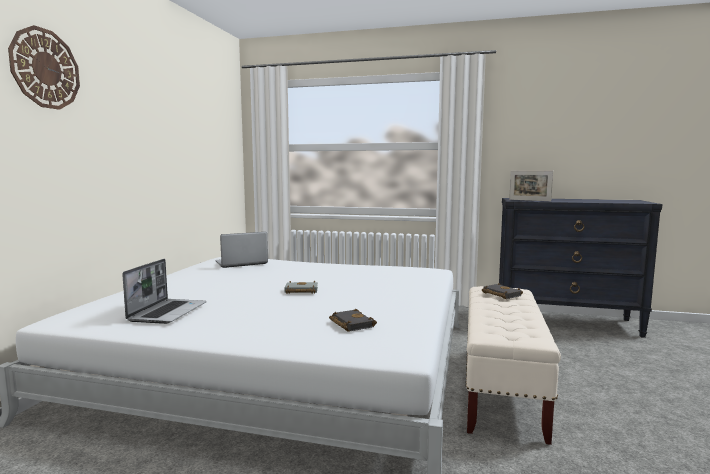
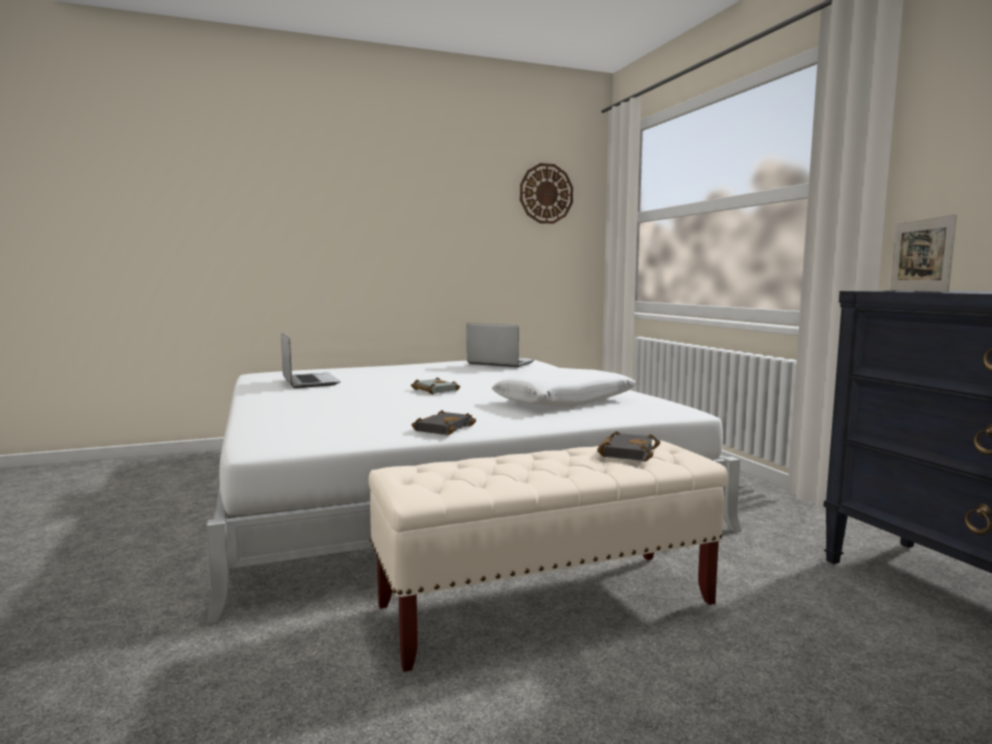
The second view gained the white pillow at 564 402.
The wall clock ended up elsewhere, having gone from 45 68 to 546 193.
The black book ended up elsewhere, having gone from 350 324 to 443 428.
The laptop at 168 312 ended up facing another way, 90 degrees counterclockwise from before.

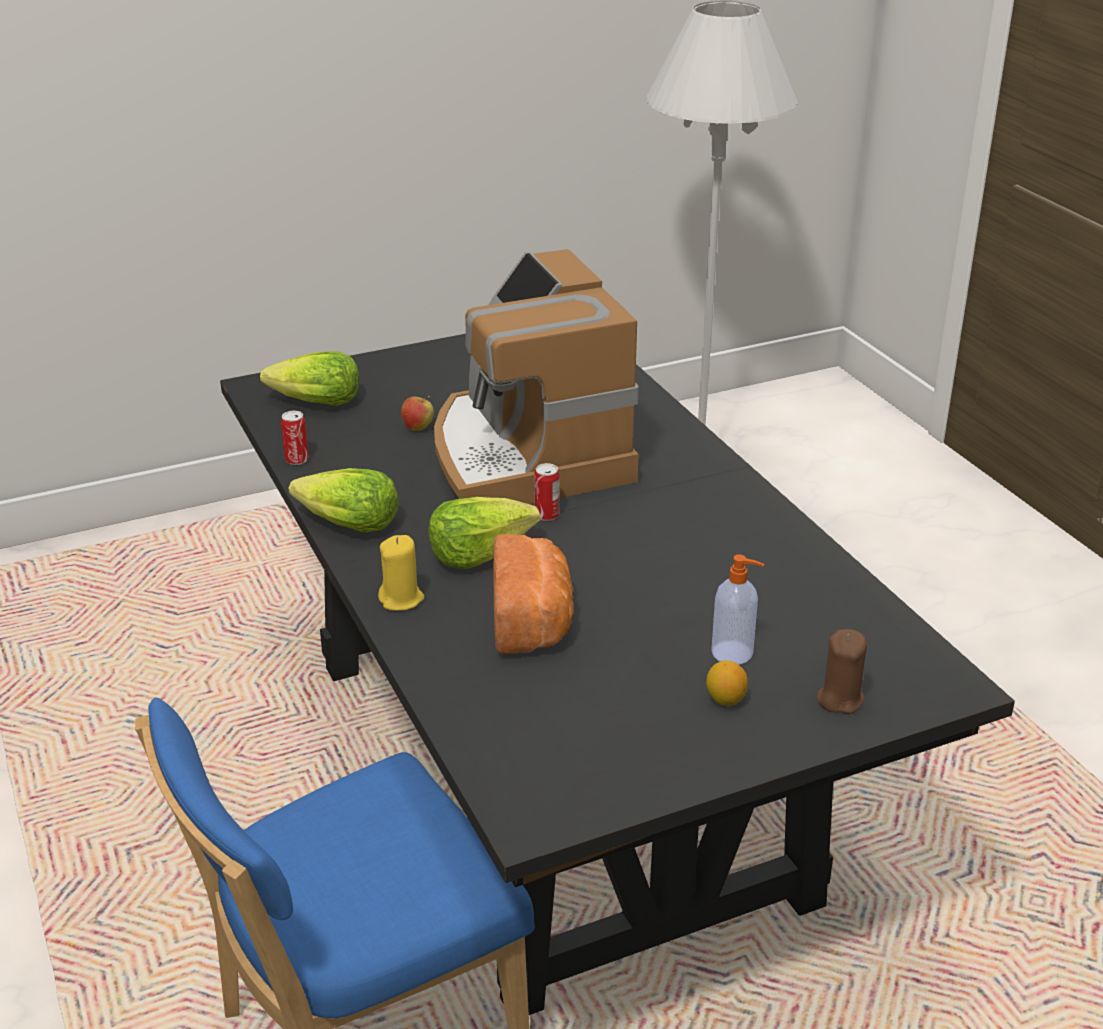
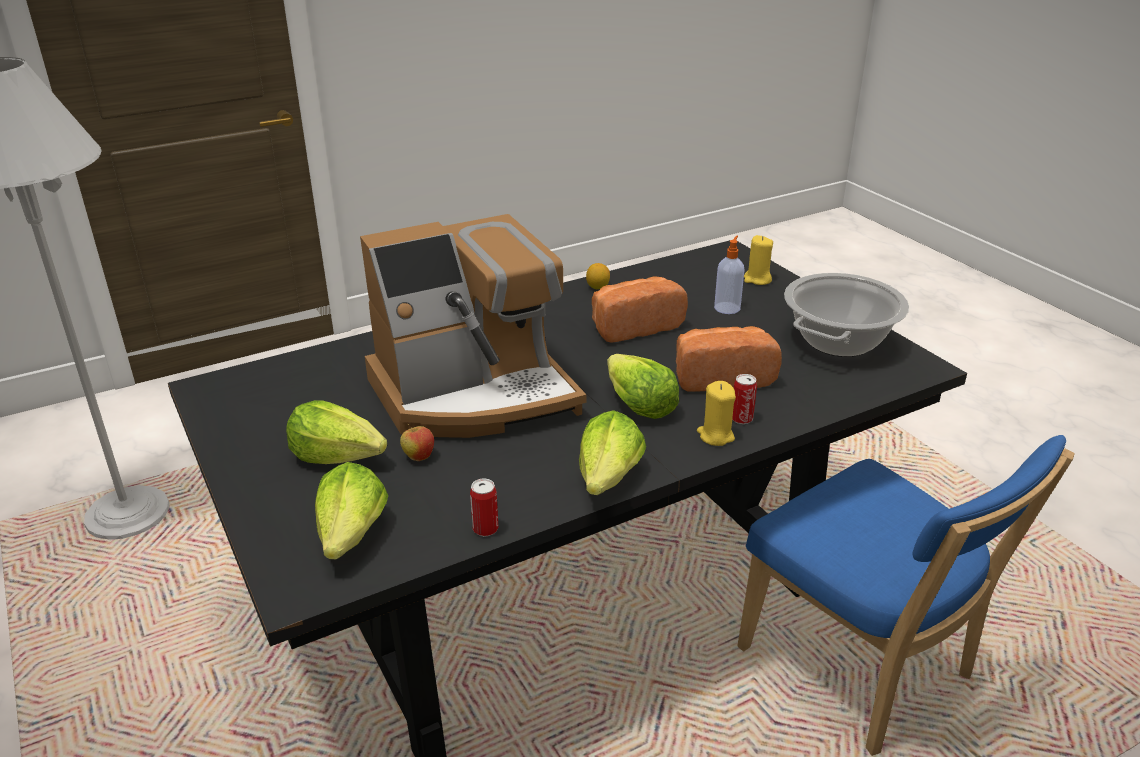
The second view gained the lettuce at 338 456.
The second view gained the bread at 634 326.
The second view gained the cooking pot at 838 340.
The can ended up elsewhere, having gone from 546 515 to 741 418.
The lemon ended up elsewhere, having gone from 725 700 to 597 287.
What was the brown candle at 839 699 turned into the yellow candle at 757 279.

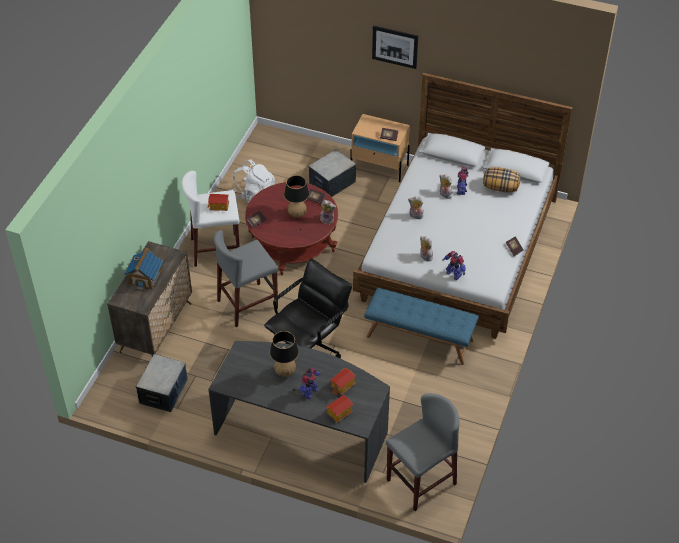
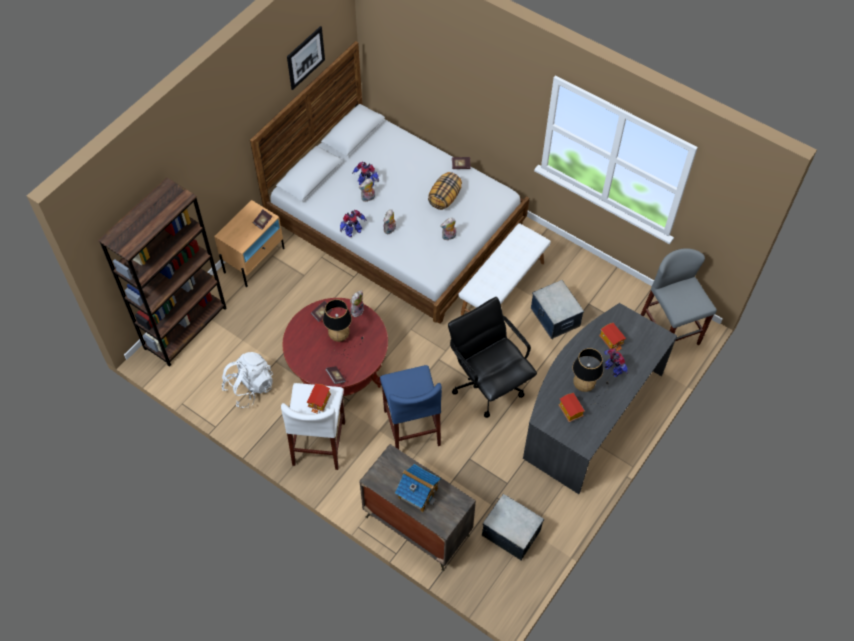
The second view gained the brown bookcase at 185 328.
The storage box ended up elsewhere, having gone from 332 183 to 554 317.
The toy house ended up elsewhere, having gone from 339 413 to 570 411.
The picture ended up elsewhere, having gone from 395 46 to 305 57.
The toy robot ended up elsewhere, having gone from 453 274 to 353 231.
The pillow ended up elsewhere, having gone from 500 188 to 444 198.
What was the grey stool at 247 304 turned into the blue stool at 411 427.
What was the blue bench at 420 338 turned into the white bench at 502 287.

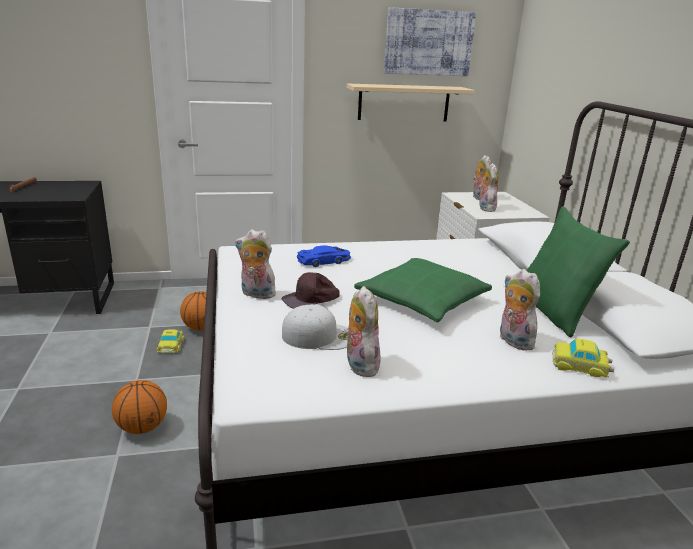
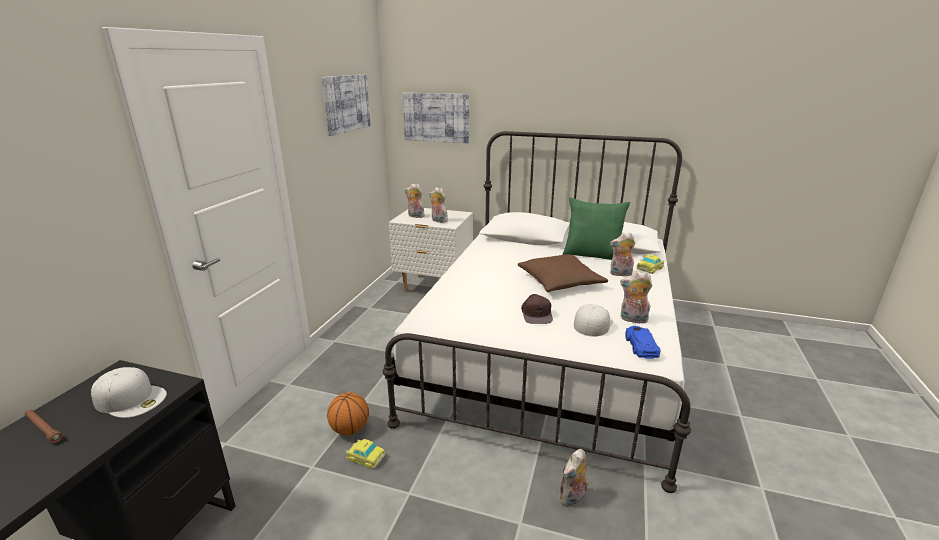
The second view lost the basketball at 142 427.
The second view lost the beige shelf at 404 103.
The second view gained the white cap at 131 398.
The second view gained the picture at 436 117.
The plush toy ended up elsewhere, having gone from 256 294 to 573 499.
The blue toy car ended up elsewhere, having gone from 324 261 to 641 345.
What was the green pillow at 421 300 turned into the brown pillow at 560 281.

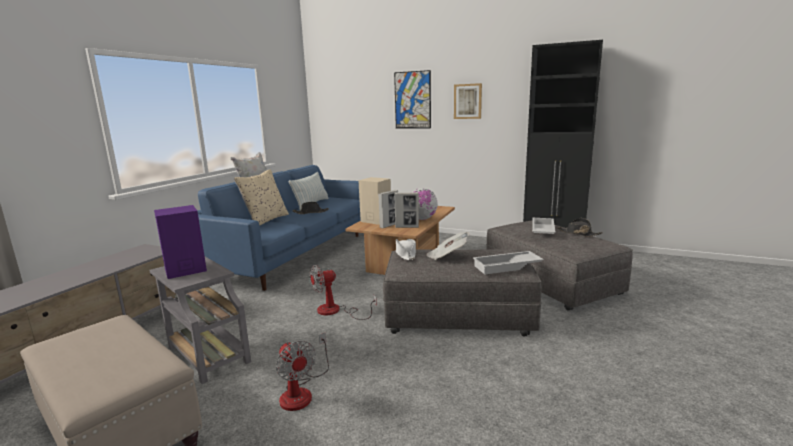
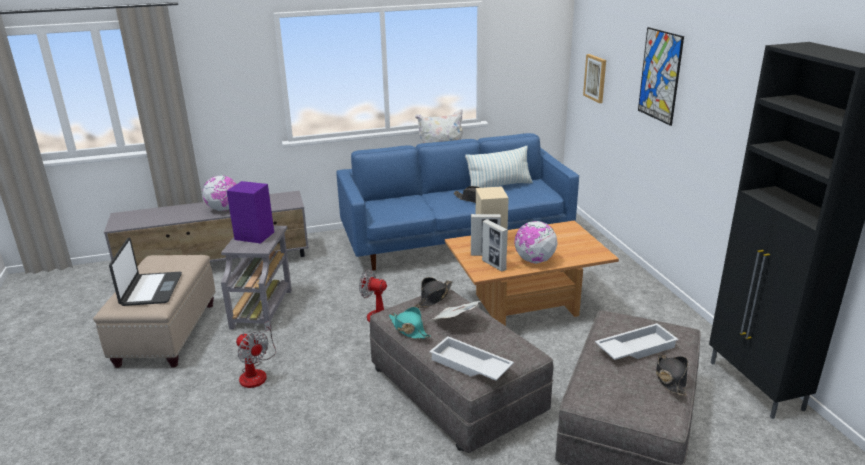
The second view lost the beige pillow at 265 220.
The second view gained the laptop at 150 290.
The second view gained the globe at 224 209.
The second view gained the turquoise hat at 409 329.
The picture ended up elsewhere, having gone from 467 101 to 595 78.
What was the white hat at 405 254 turned into the black hat at 433 297.
The fan at 301 392 ended up facing another way, 60 degrees counterclockwise from before.

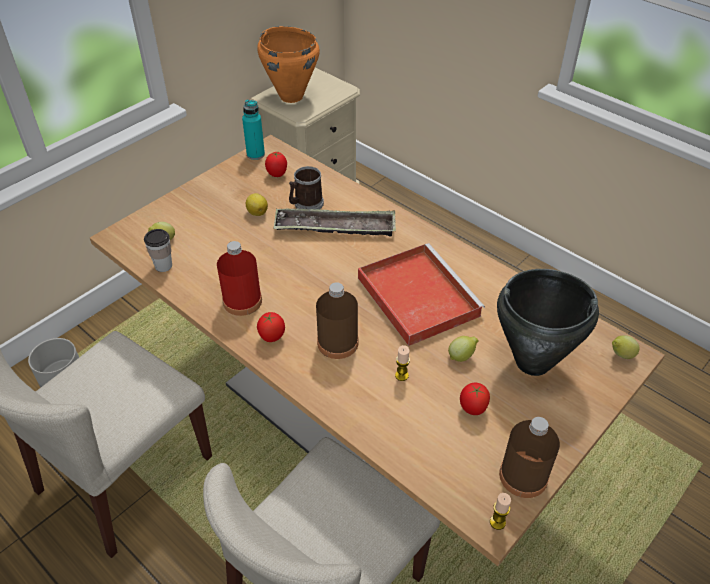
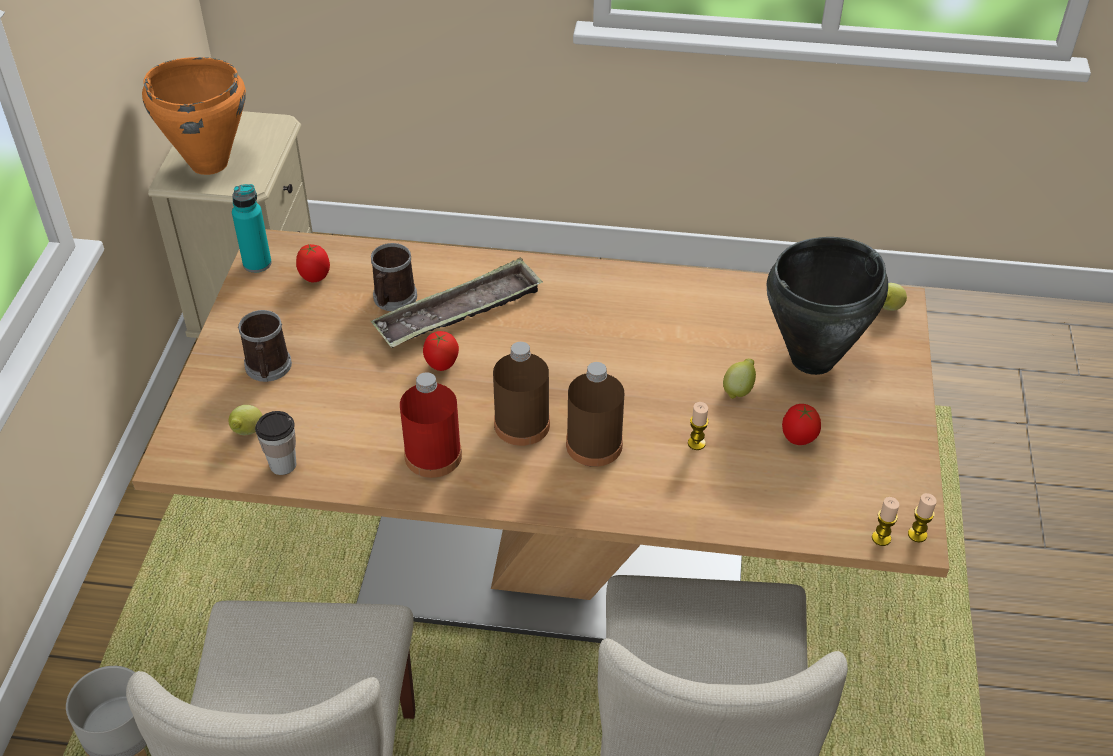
The second view lost the lemon at 257 212.
The second view lost the red tray at 416 295.
The second view gained the mug at 268 369.
The second view gained the candle at 881 538.
The tomato ended up elsewhere, having gone from 272 337 to 441 365.
The brown bottle ended up elsewhere, having gone from 523 476 to 522 424.

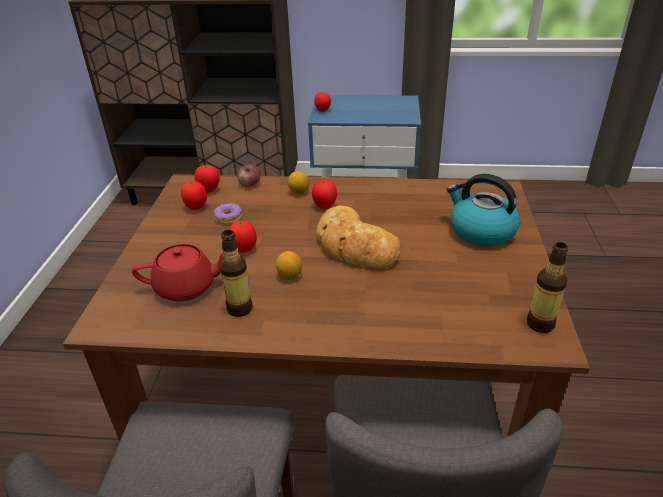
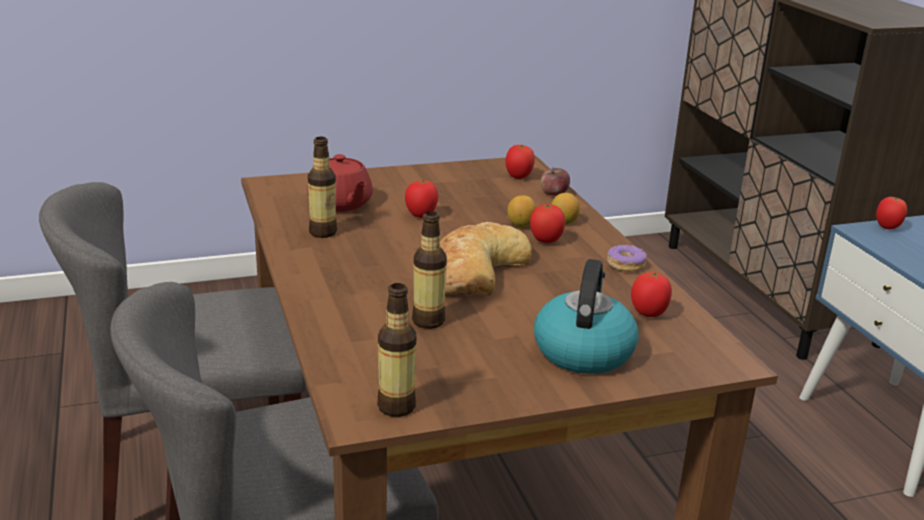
The second view gained the bottle at 428 321.
The tomato ended up elsewhere, having gone from 196 207 to 649 314.
The donut ended up elsewhere, having gone from 228 218 to 625 265.
The lemon ended up elsewhere, having gone from 289 276 to 520 224.

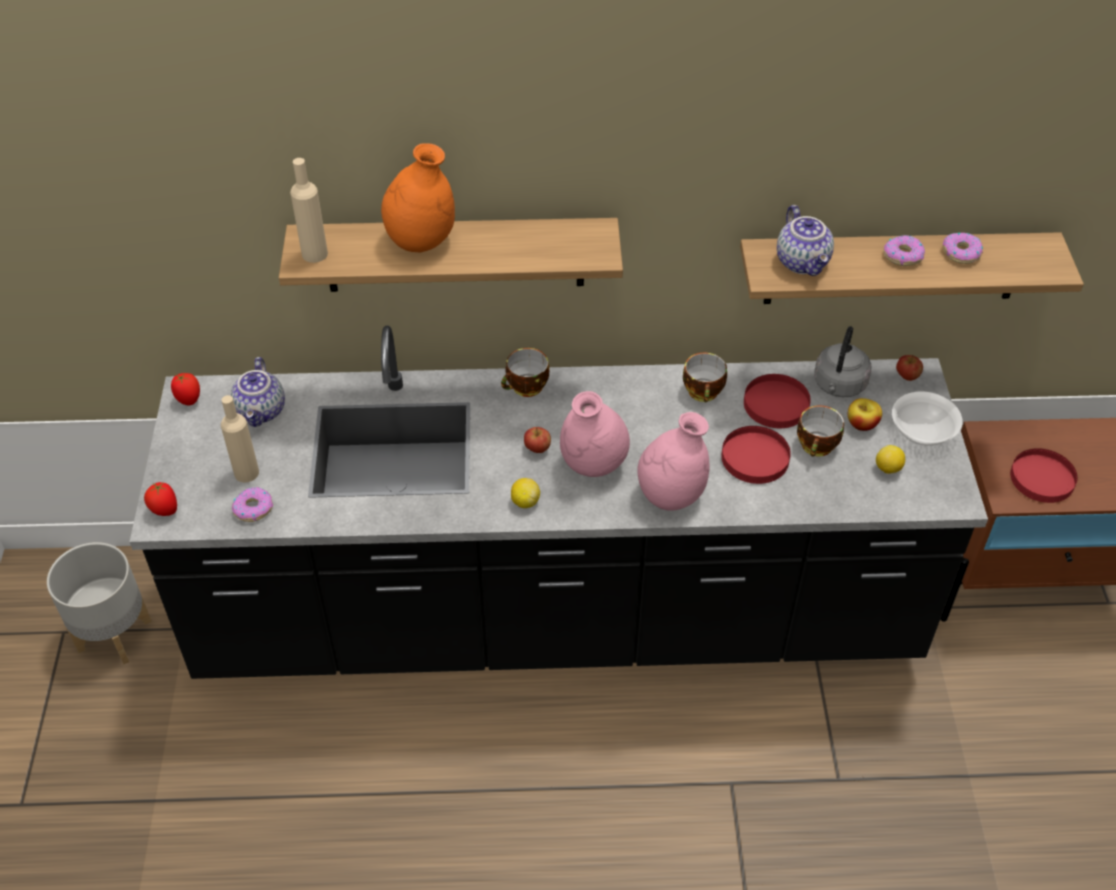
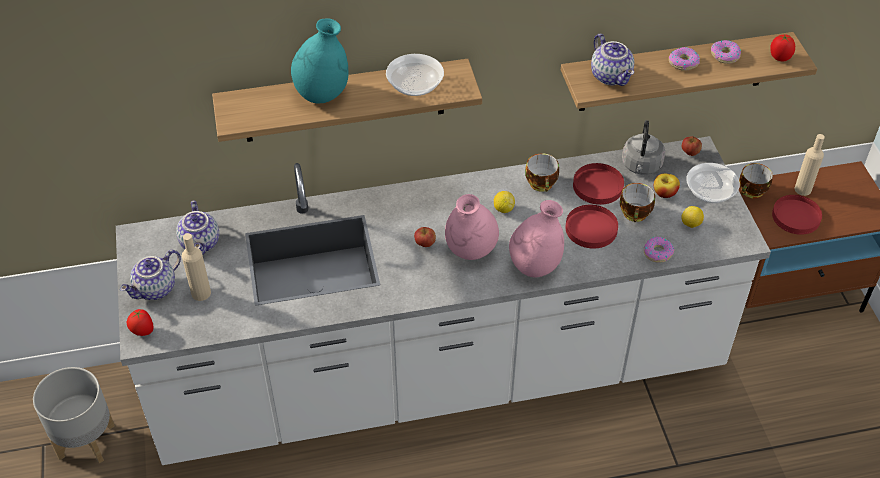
The second view gained the teapot at 156 289.
The second view gained the bowl at 415 86.
The tomato ended up elsewhere, having gone from 189 399 to 779 57.
The donut ended up elsewhere, having gone from 253 508 to 657 253.
The beige bottle ended up elsewhere, having gone from 314 254 to 802 189.
The cup ended up elsewhere, having gone from 526 388 to 752 192.
The lemon ended up elsewhere, having gone from 525 502 to 503 209.
What was the black counter at 558 616 turned into the white counter at 440 374.
What was the orange vase at 421 242 turned into the turquoise vase at 322 94.

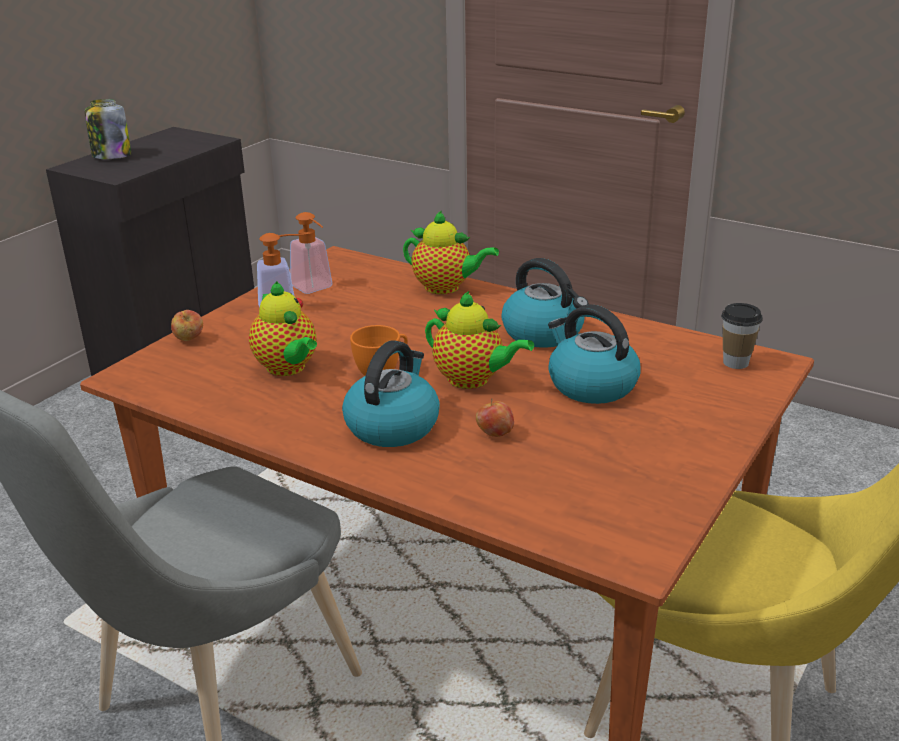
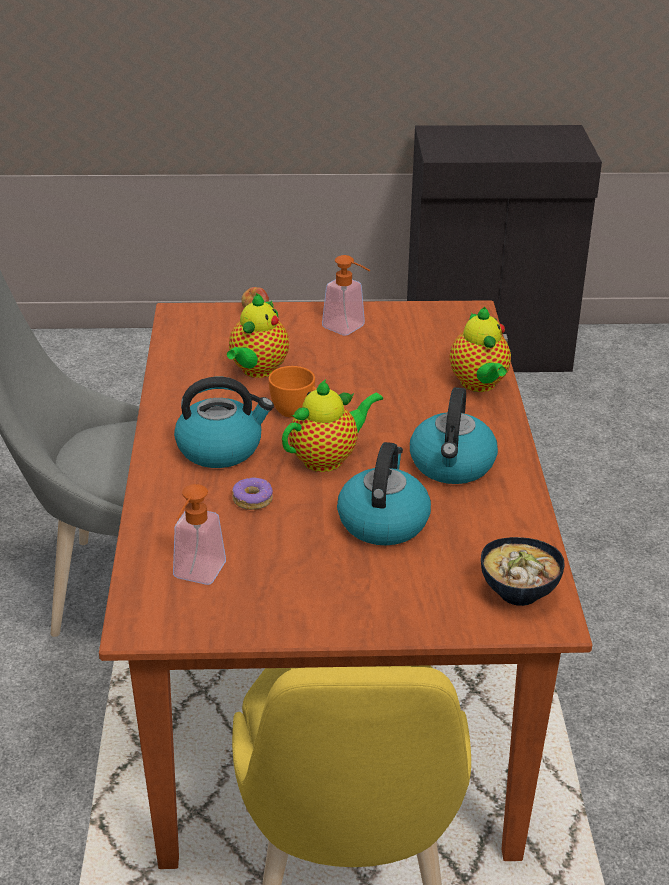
The second view lost the jar at 111 156.
The soap dispenser ended up elsewhere, having gone from 315 289 to 196 576.
Where the apple stood at 494 434, the donut came to stand at 253 500.
Where the cup stood at 735 363, the bowl came to stand at 519 593.
The teapot at 472 380 ended up facing another way, 120 degrees counterclockwise from before.

